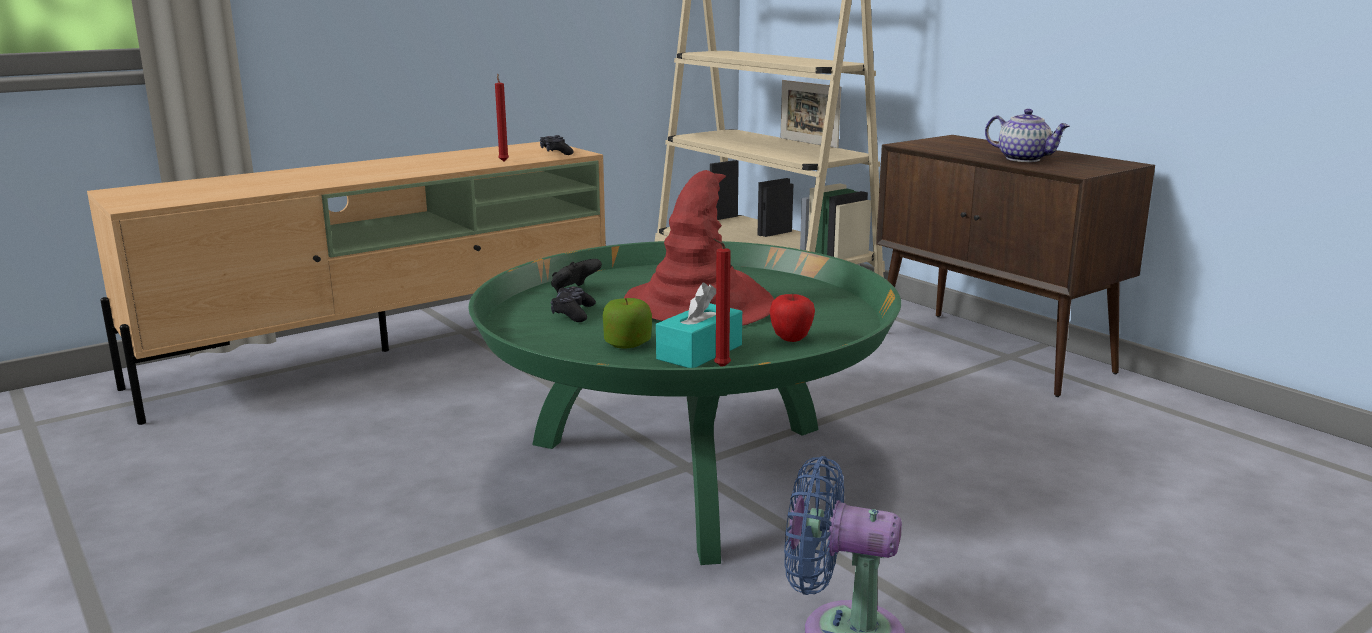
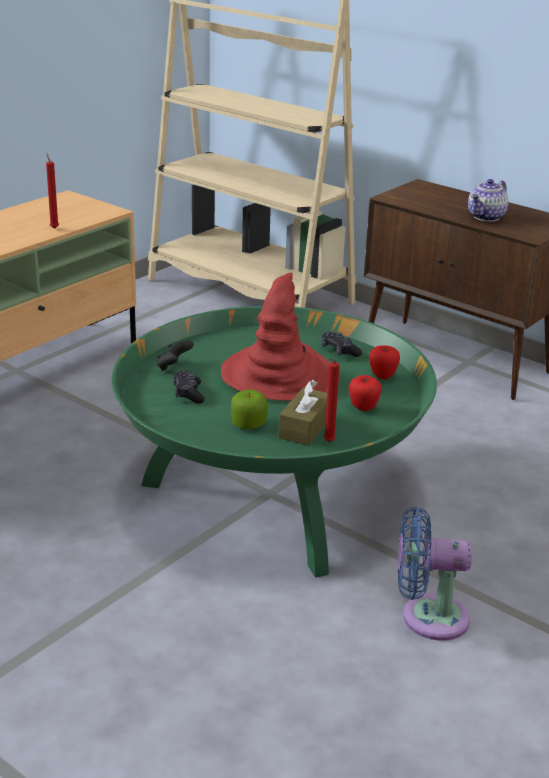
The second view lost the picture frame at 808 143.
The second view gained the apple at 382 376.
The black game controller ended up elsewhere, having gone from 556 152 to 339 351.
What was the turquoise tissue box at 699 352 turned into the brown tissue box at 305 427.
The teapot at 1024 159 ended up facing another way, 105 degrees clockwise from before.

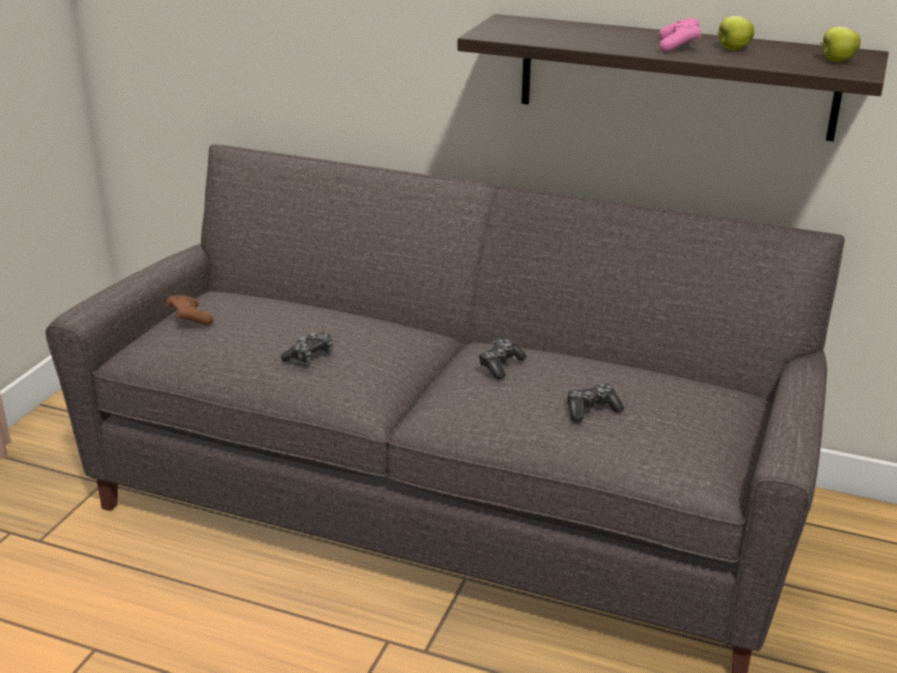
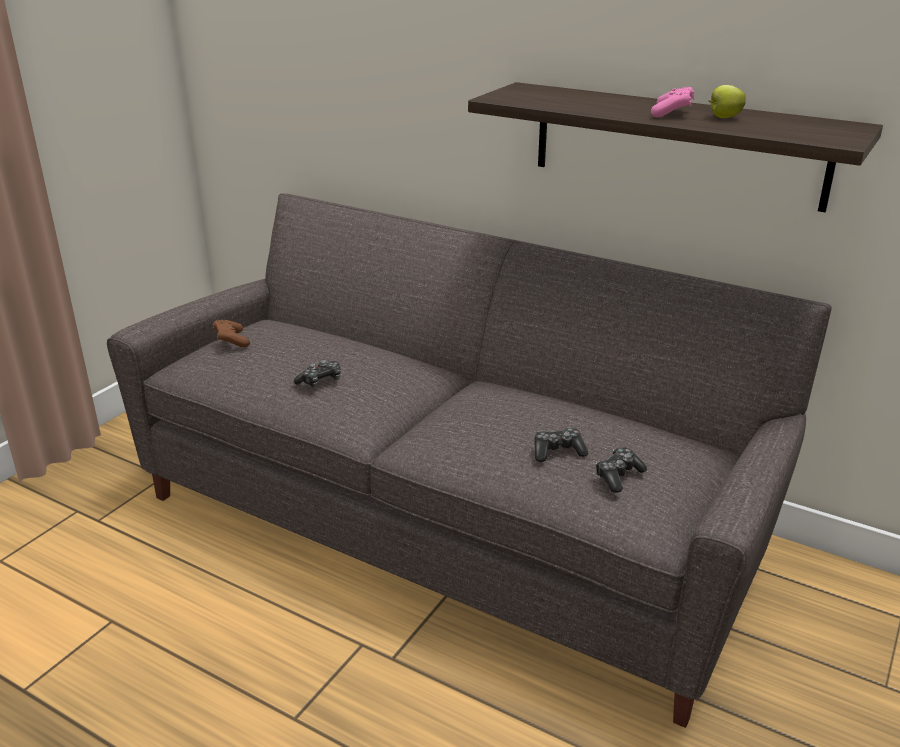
The second view lost the apple at 836 61.
The game controller ended up elsewhere, having gone from 500 365 to 618 476.

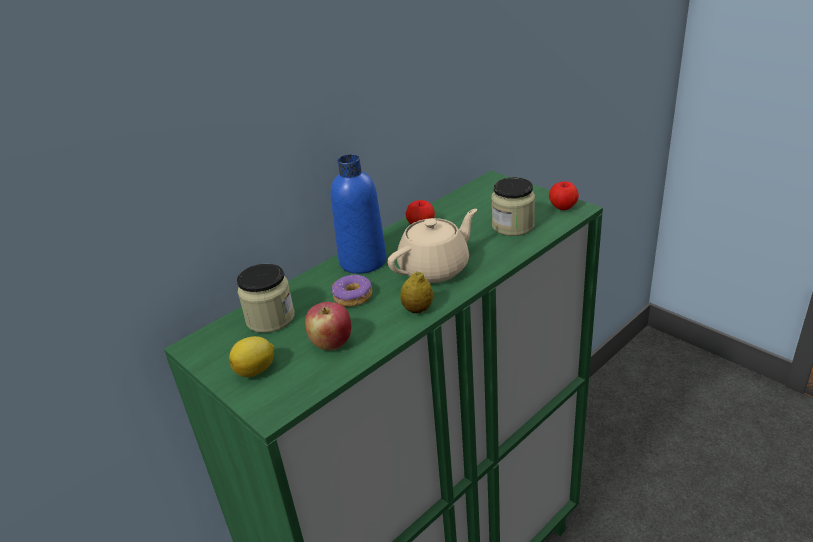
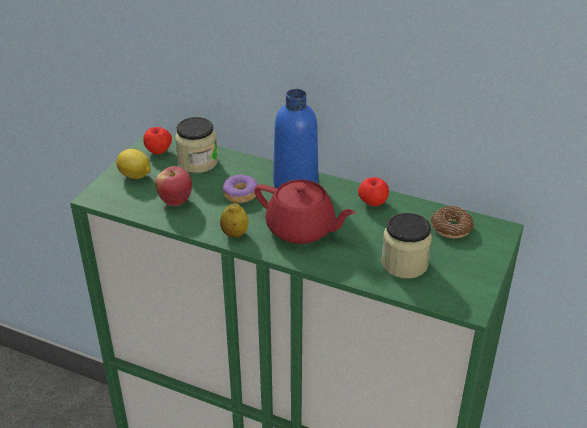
The second view gained the donut at 451 228.
The apple ended up elsewhere, having gone from 563 207 to 158 151.
What was the beige teapot at 435 268 turned into the red teapot at 301 229.

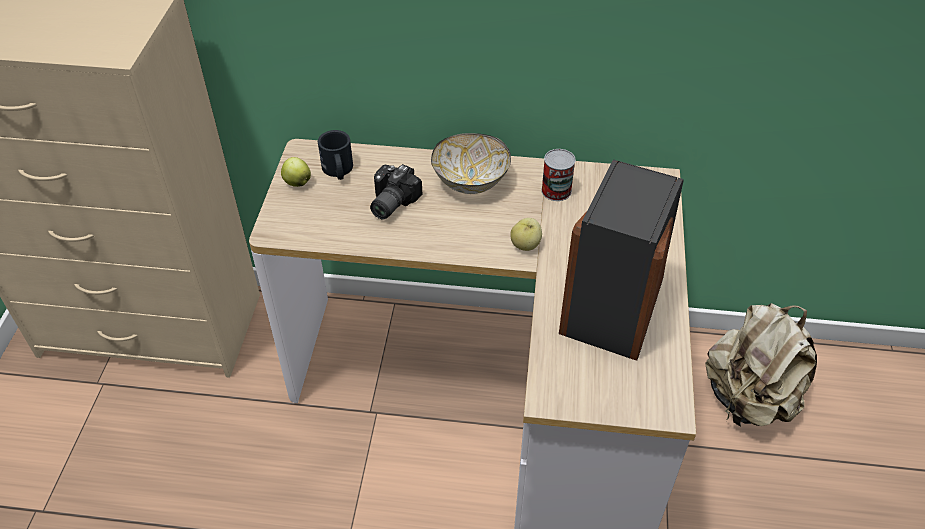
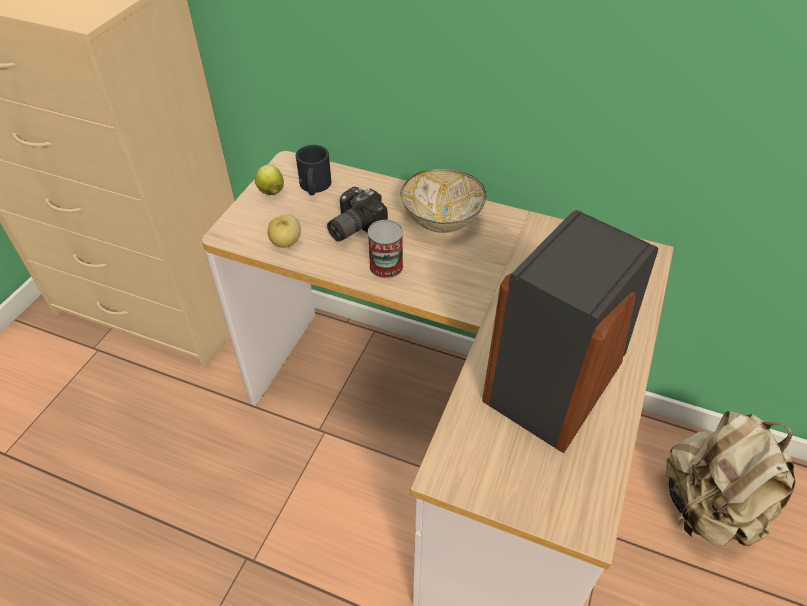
The apple ended up elsewhere, having gone from 526 245 to 286 242.
The can ended up elsewhere, having gone from 556 190 to 386 266.

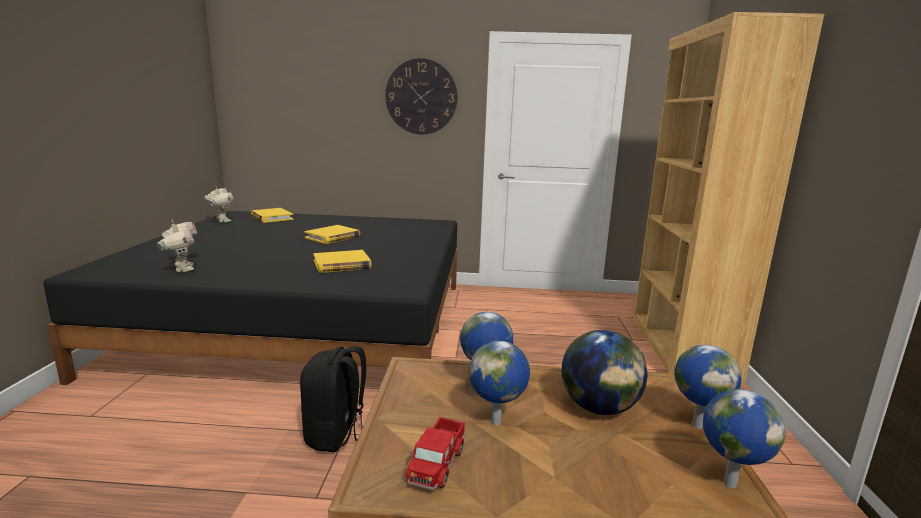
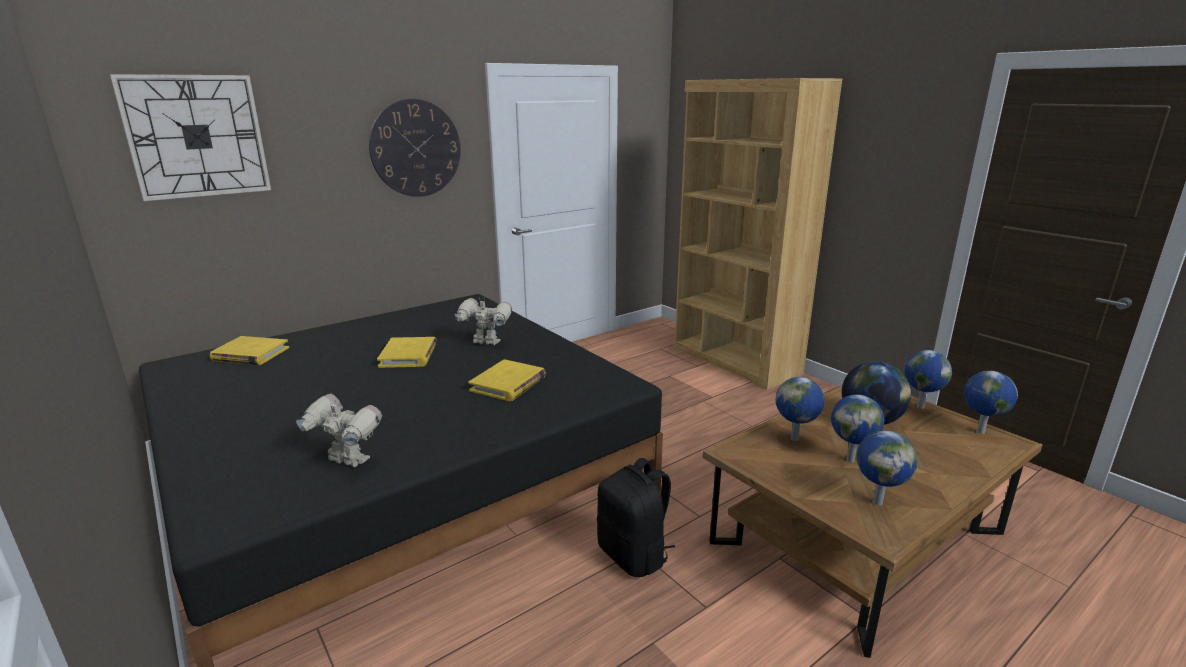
The second view gained the wall clock at 196 136.
The toy robot ended up elsewhere, having gone from 222 221 to 486 343.
Where the toy truck stood at 437 463, the globe came to stand at 877 502.

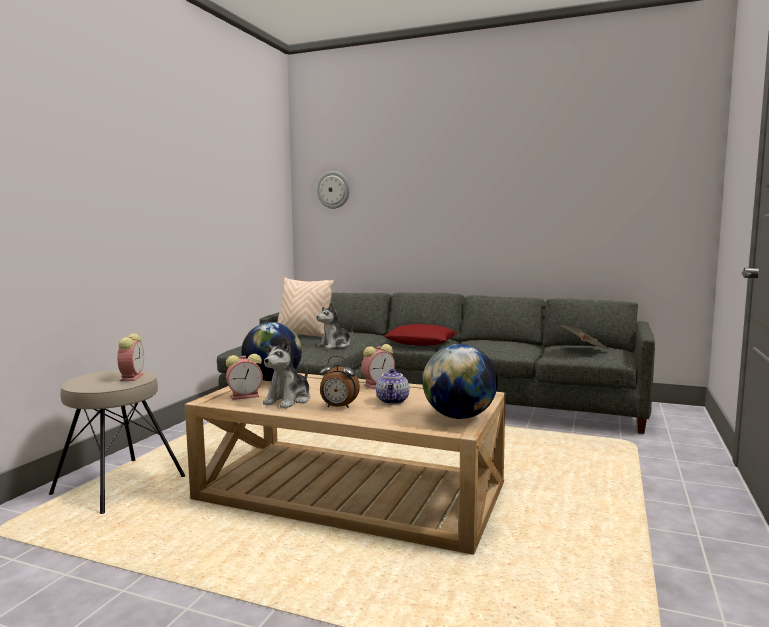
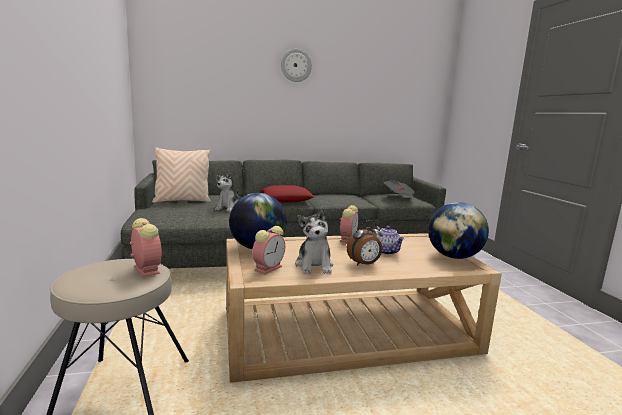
The wall clock ended up elsewhere, having gone from 333 190 to 296 65.

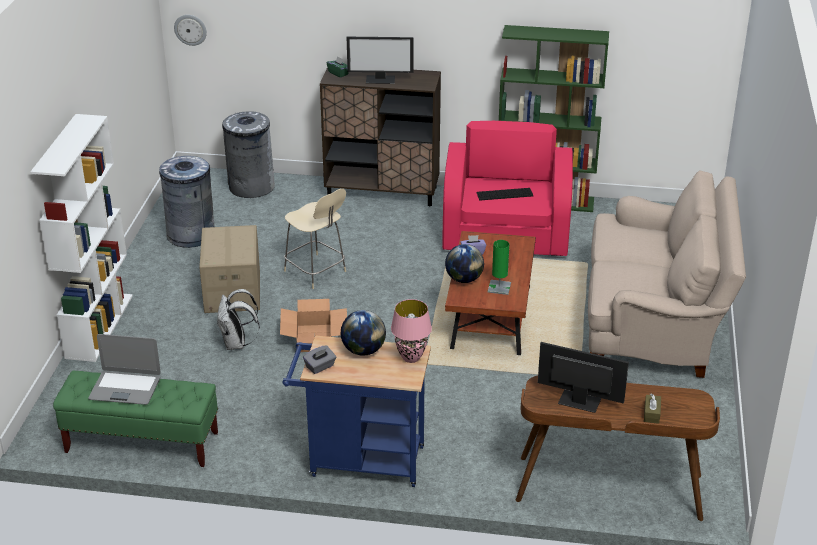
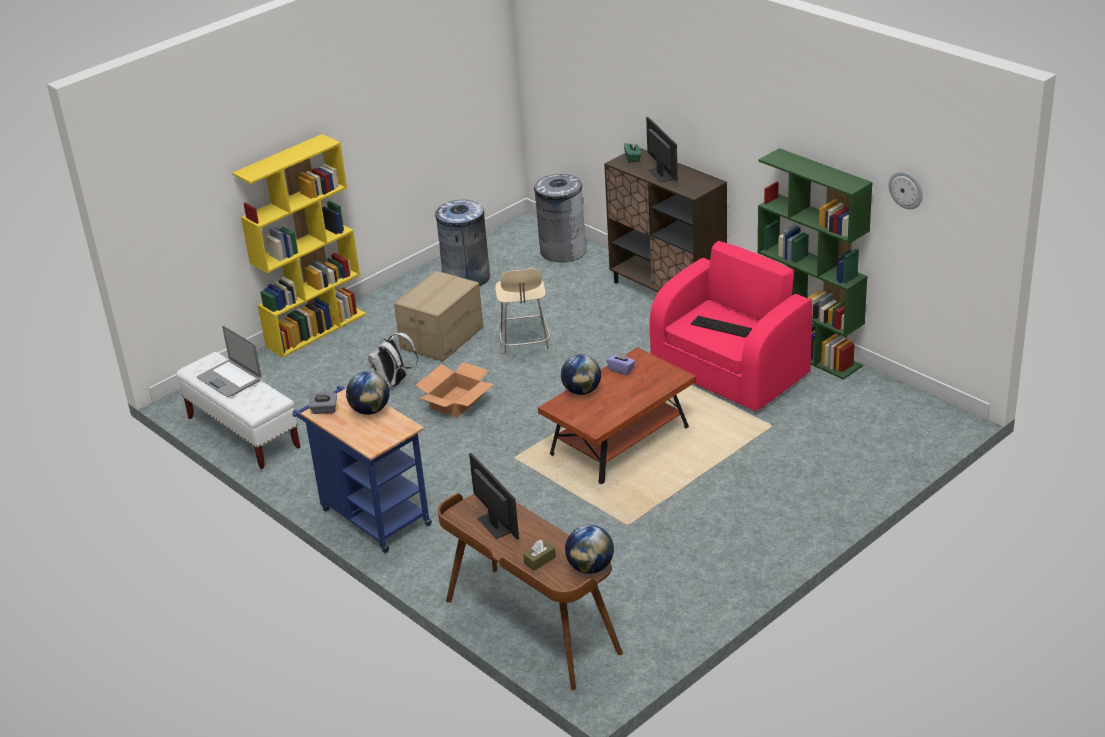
The second view lost the pink table lamp at 411 358.
The second view lost the green table lamp at 499 287.
The second view lost the beige sofa at 654 323.
The second view gained the globe at 590 567.
The wall clock ended up elsewhere, having gone from 190 29 to 906 189.
What was the white bookcase at 99 326 turned into the yellow bookcase at 316 330.
What was the green bench at 141 443 turned into the white bench at 243 433.
The monitor at 380 79 ended up facing another way, 150 degrees counterclockwise from before.

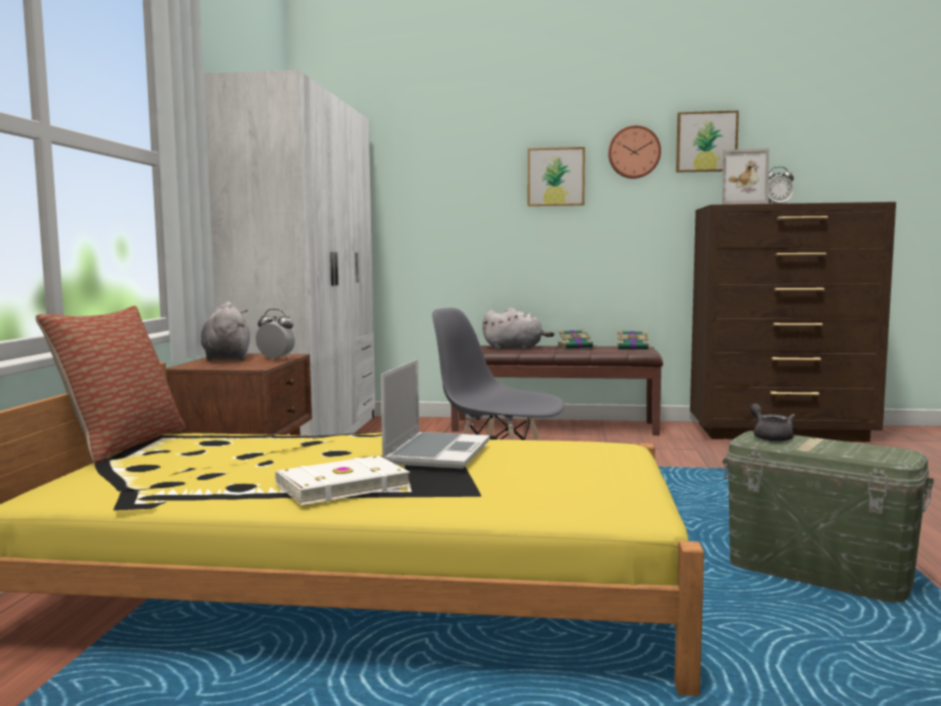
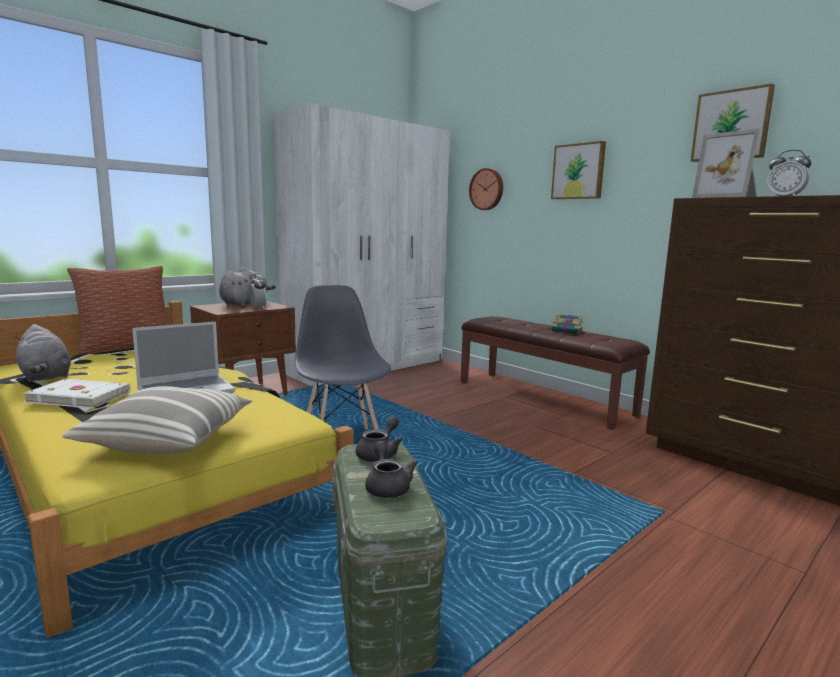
The second view lost the book at 633 348.
The second view gained the pillow at 169 439.
The second view gained the grey teapot at 387 486.
The grey plush toy ended up elsewhere, having gone from 515 348 to 45 377.
The wall clock ended up elsewhere, having gone from 634 152 to 487 189.

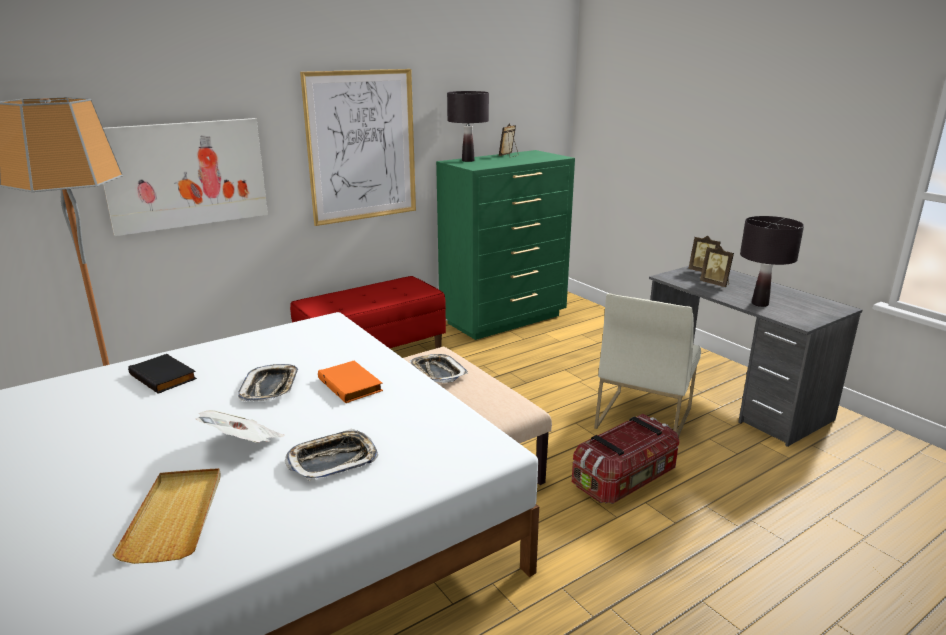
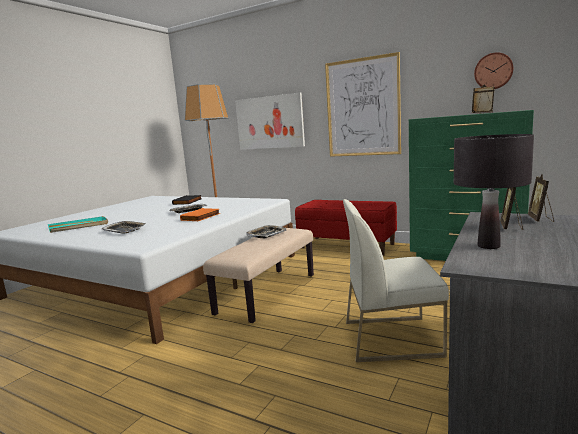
The second view lost the newspaper at 244 444.
The second view lost the black table lamp at 468 160.
The second view lost the storage box at 625 479.
The second view gained the wall clock at 493 71.
What was the beige tray at 175 516 turned into the turquoise tray at 79 226.

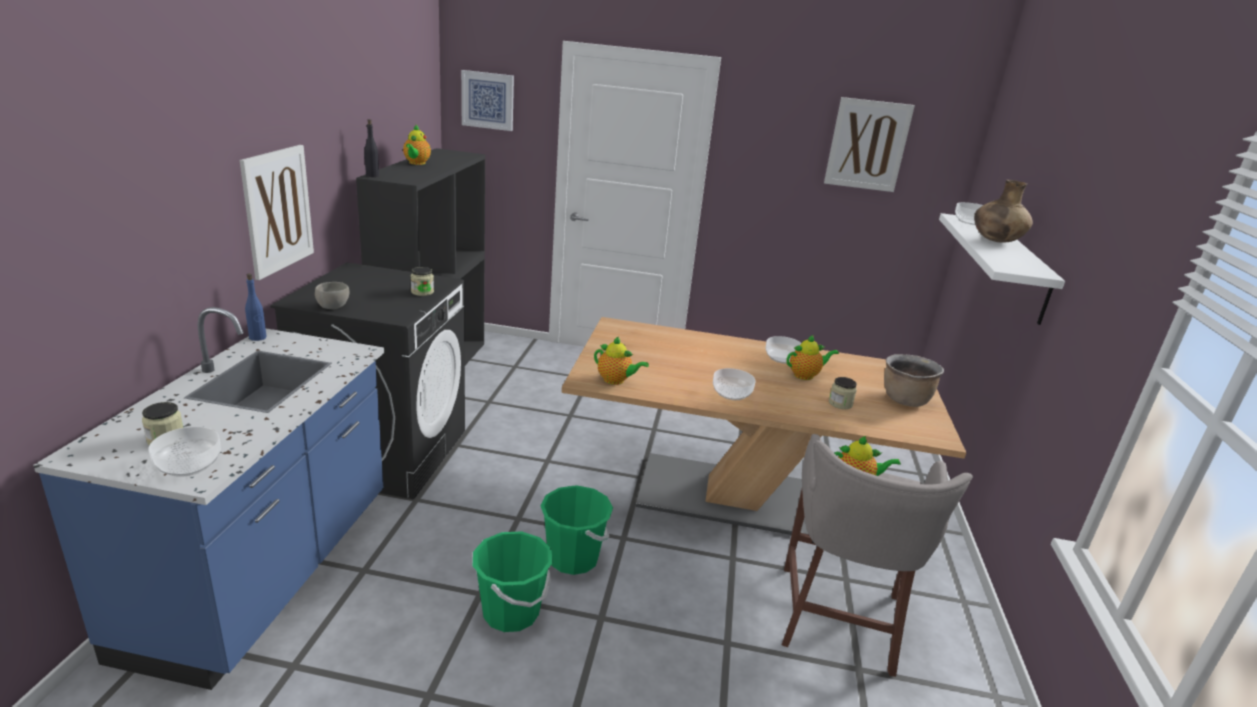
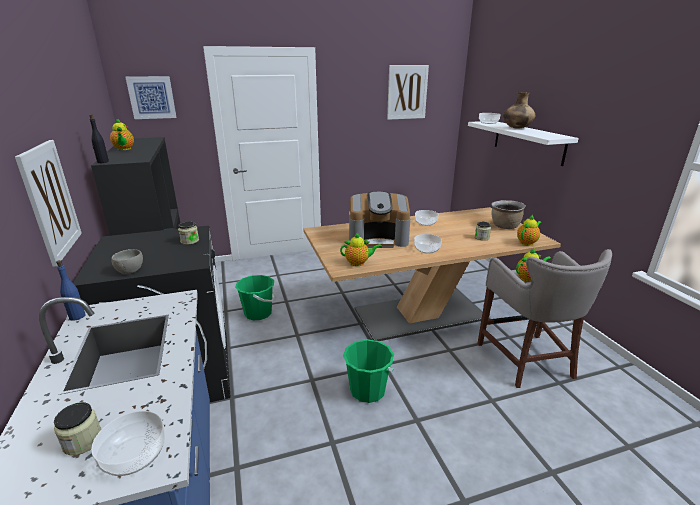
The second view gained the coffee machine at 378 239.
The green bucket ended up elsewhere, having gone from 511 612 to 258 313.
The teapot ended up elsewhere, having gone from 805 375 to 527 242.

